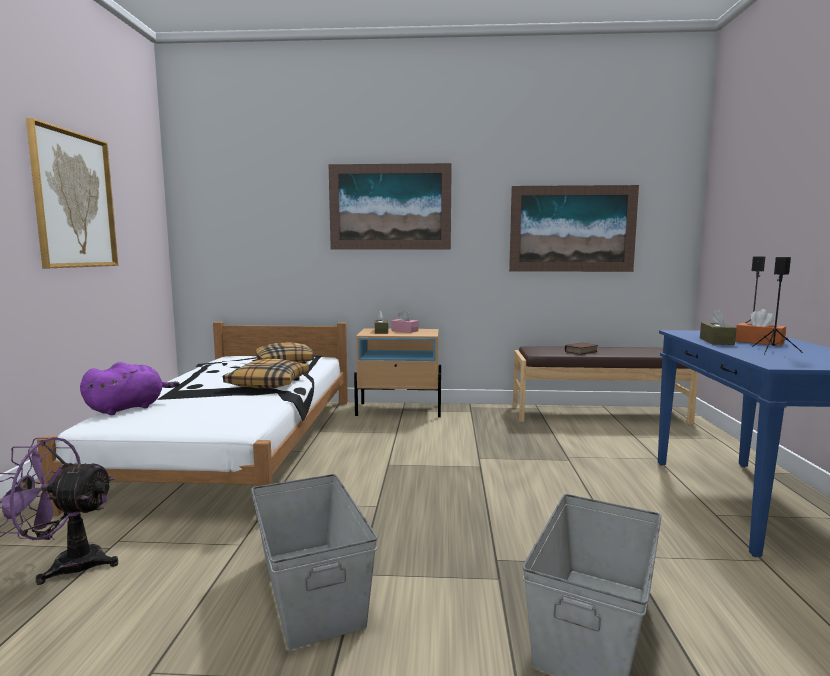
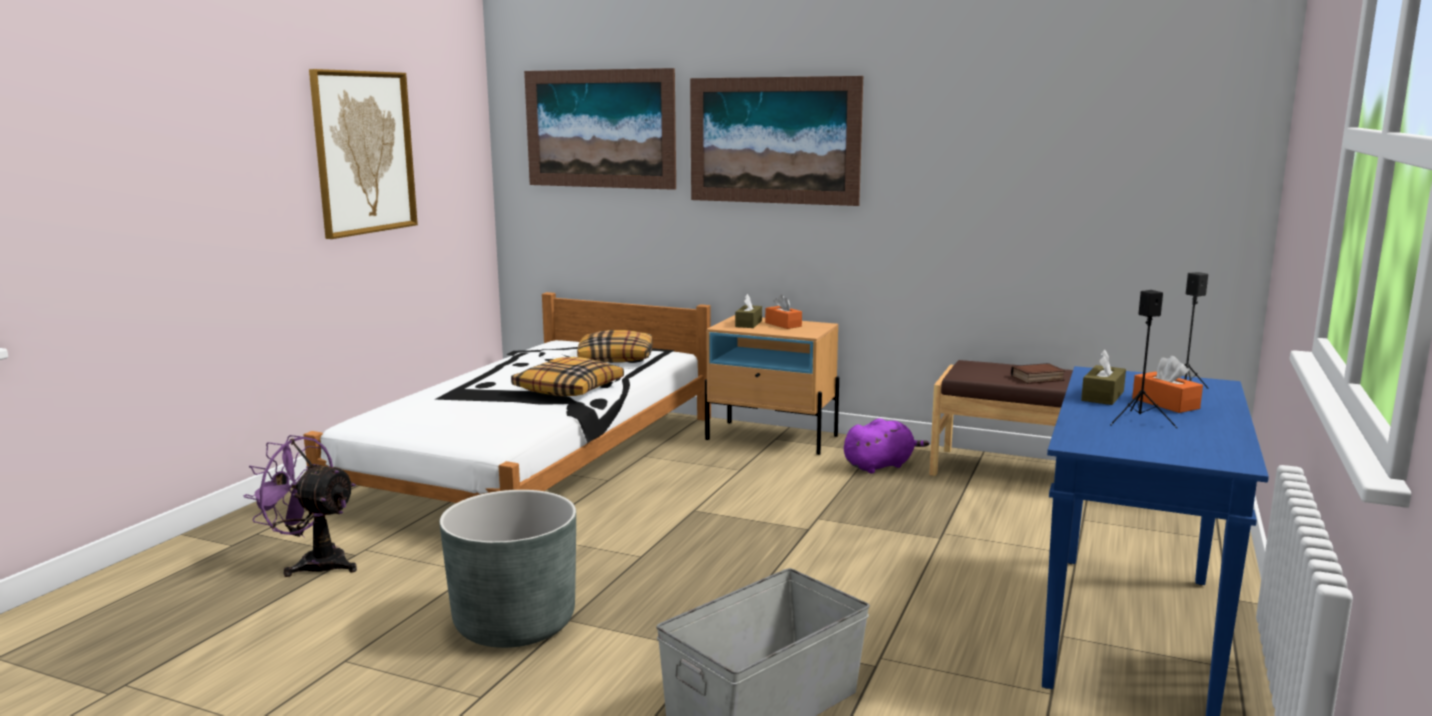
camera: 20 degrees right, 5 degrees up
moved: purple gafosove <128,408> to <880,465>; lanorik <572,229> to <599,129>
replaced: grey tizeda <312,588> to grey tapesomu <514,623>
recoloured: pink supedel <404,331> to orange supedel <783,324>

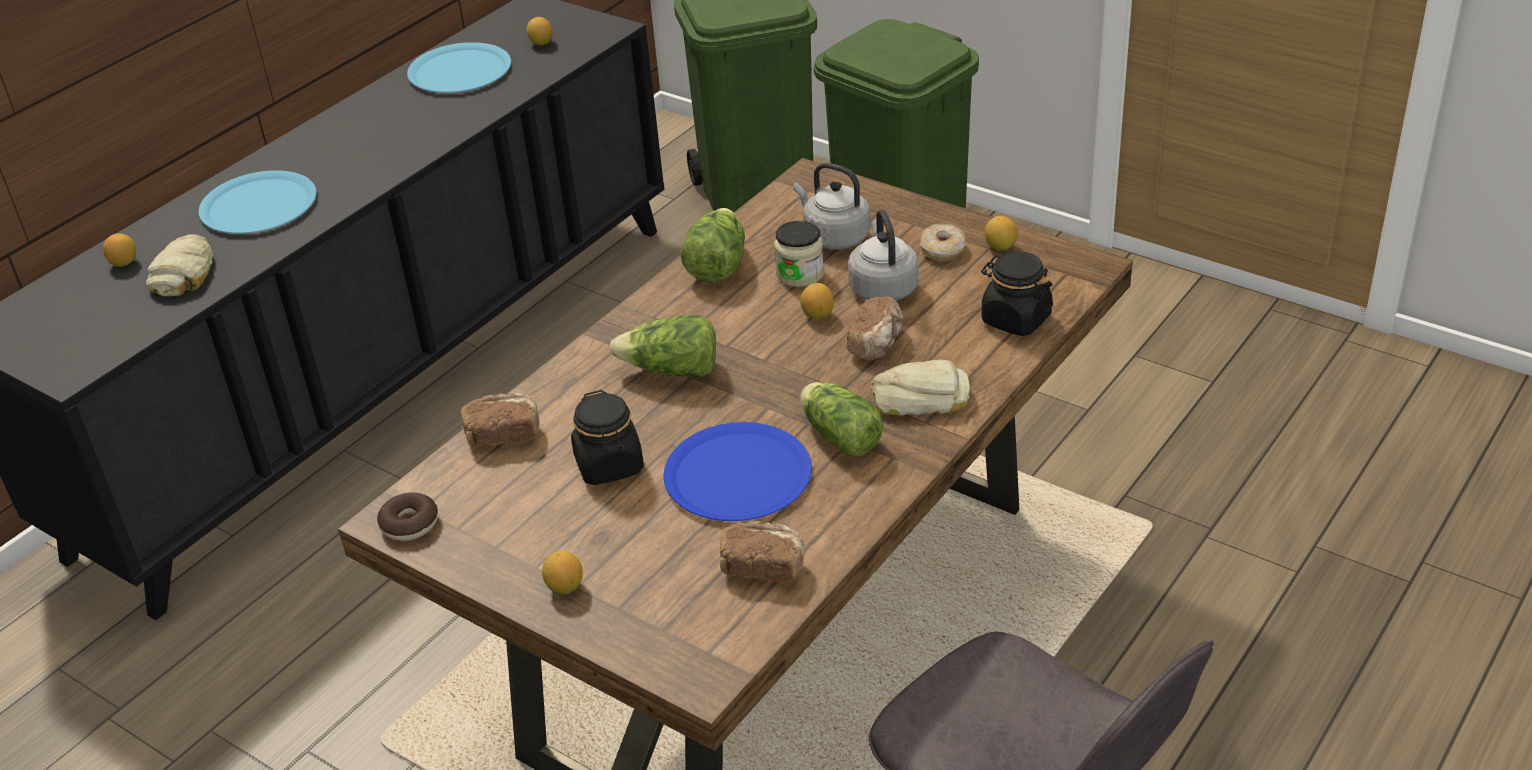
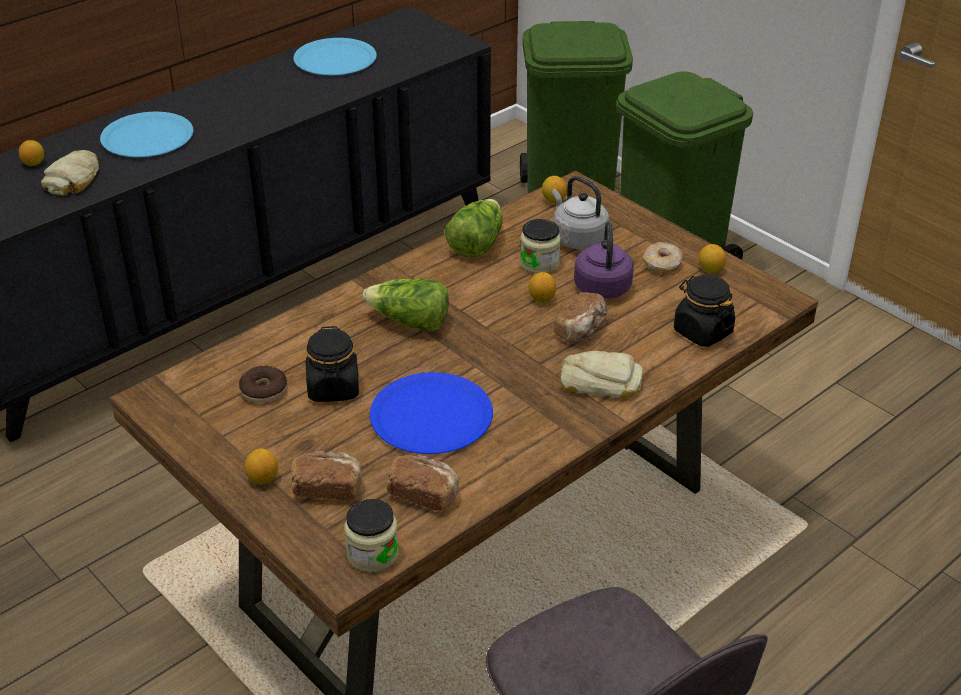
camera: 10 degrees right, 0 degrees up
removed: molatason <838,434>
added: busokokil <372,554>
moved: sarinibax <409,524> to <264,390>; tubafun <503,434> to <327,488>; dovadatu <541,43> to <554,200>
recoloured: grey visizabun <882,287> to purple visizabun <602,286>

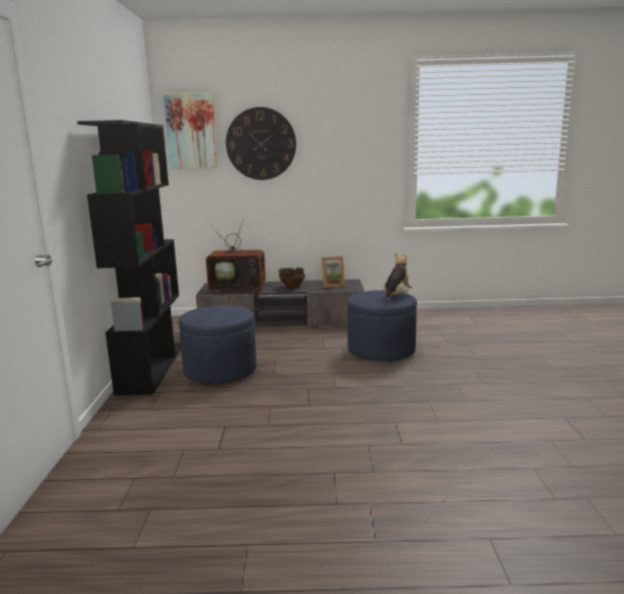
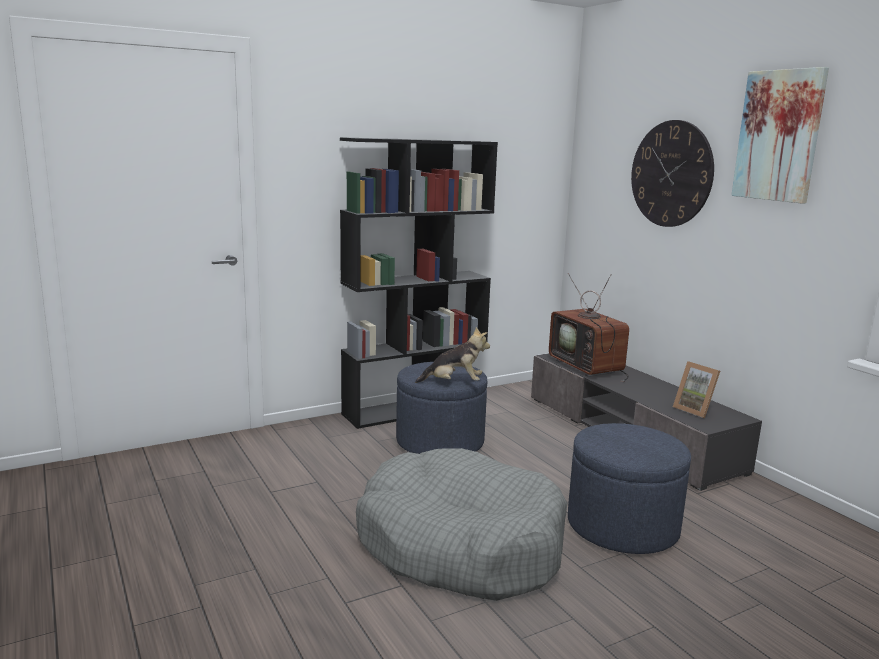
camera: 60 degrees right, 0 degrees up
removed: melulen <292,286>
added: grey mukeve <460,544>
moved: lanorik <191,131> to <779,136>; gafosove <396,296> to <454,383>

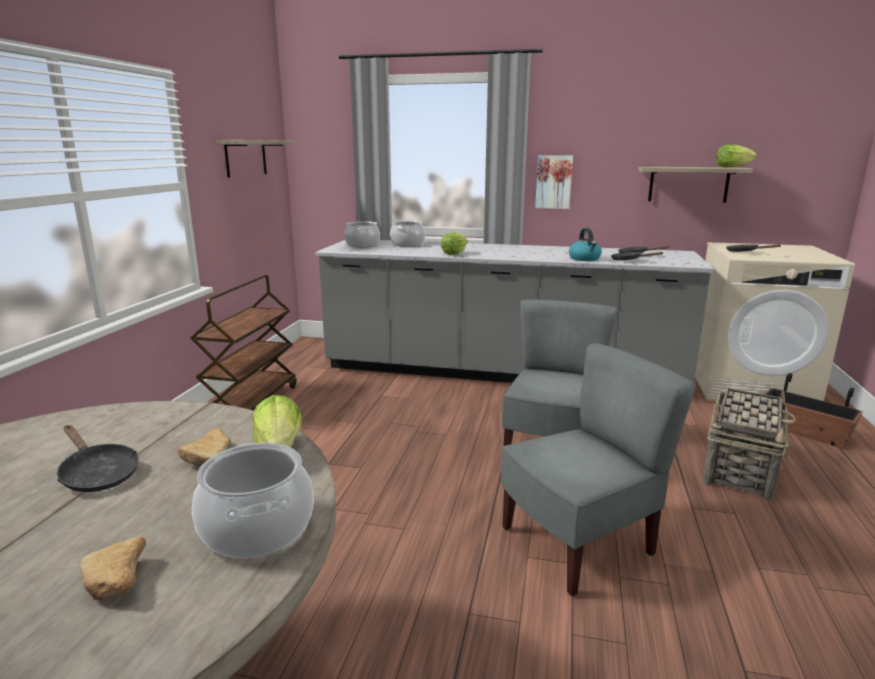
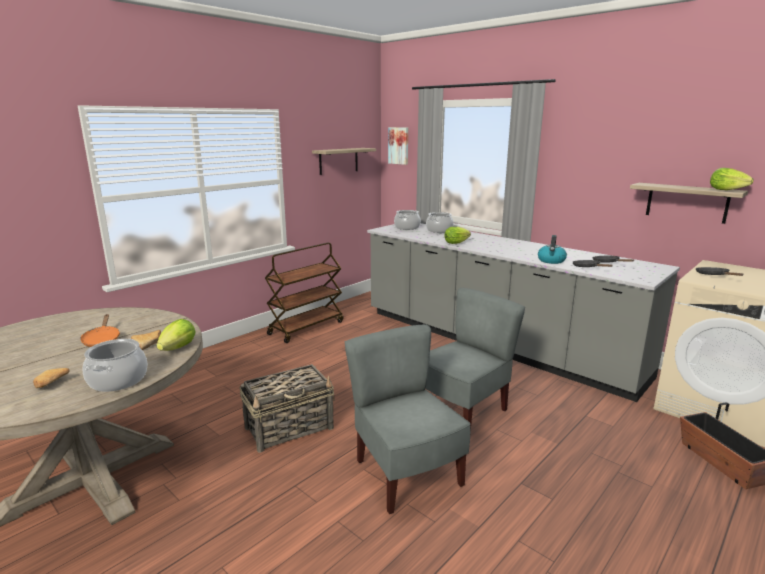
camera: 30 degrees right, 0 degrees up
moved: lanorik <554,182> to <399,145>; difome <740,468> to <290,428>
recoloured: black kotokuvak <97,474> to orange kotokuvak <102,340>
turned: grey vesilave <579,543> = <406,474> 120 degrees counterclockwise

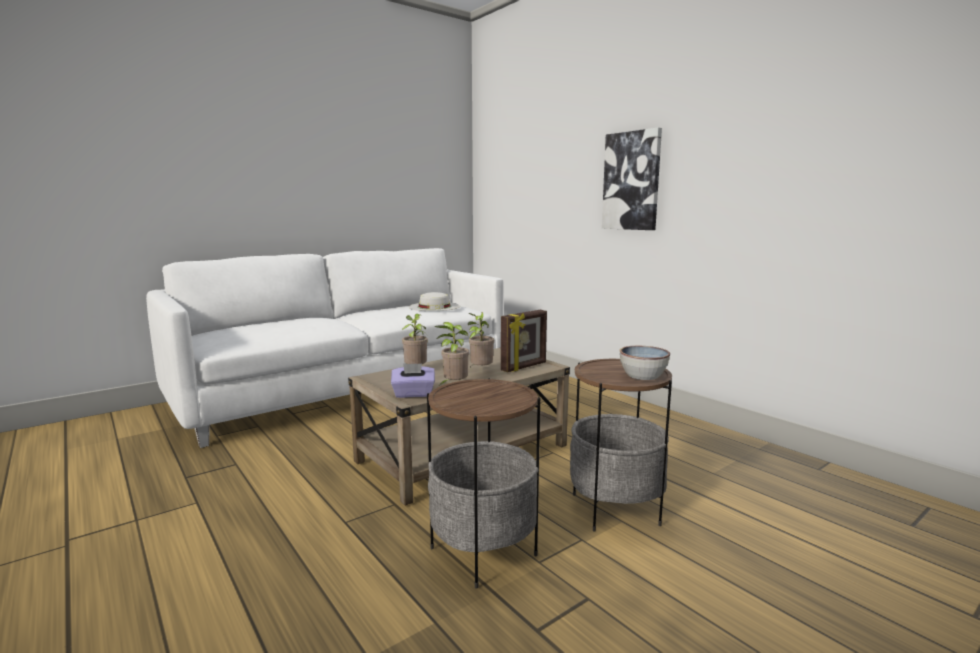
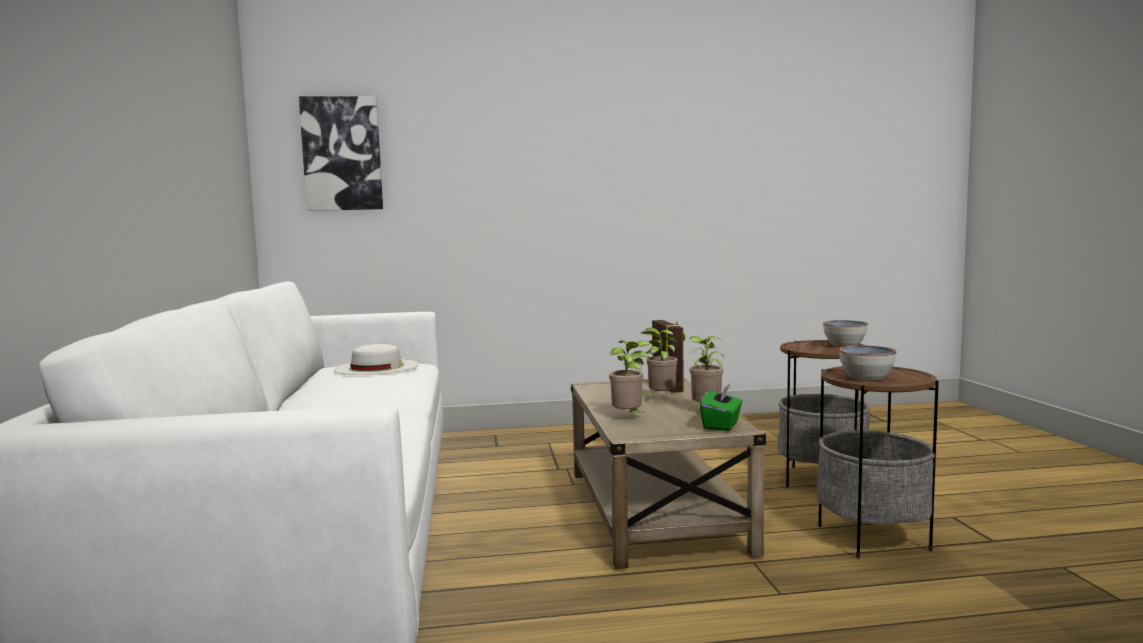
camera: 60 degrees left, 5 degrees down
added: melulen <866,377>
moved: lanorik <632,181> to <342,154>
recoloured: purple supedel <413,394> to green supedel <722,425>

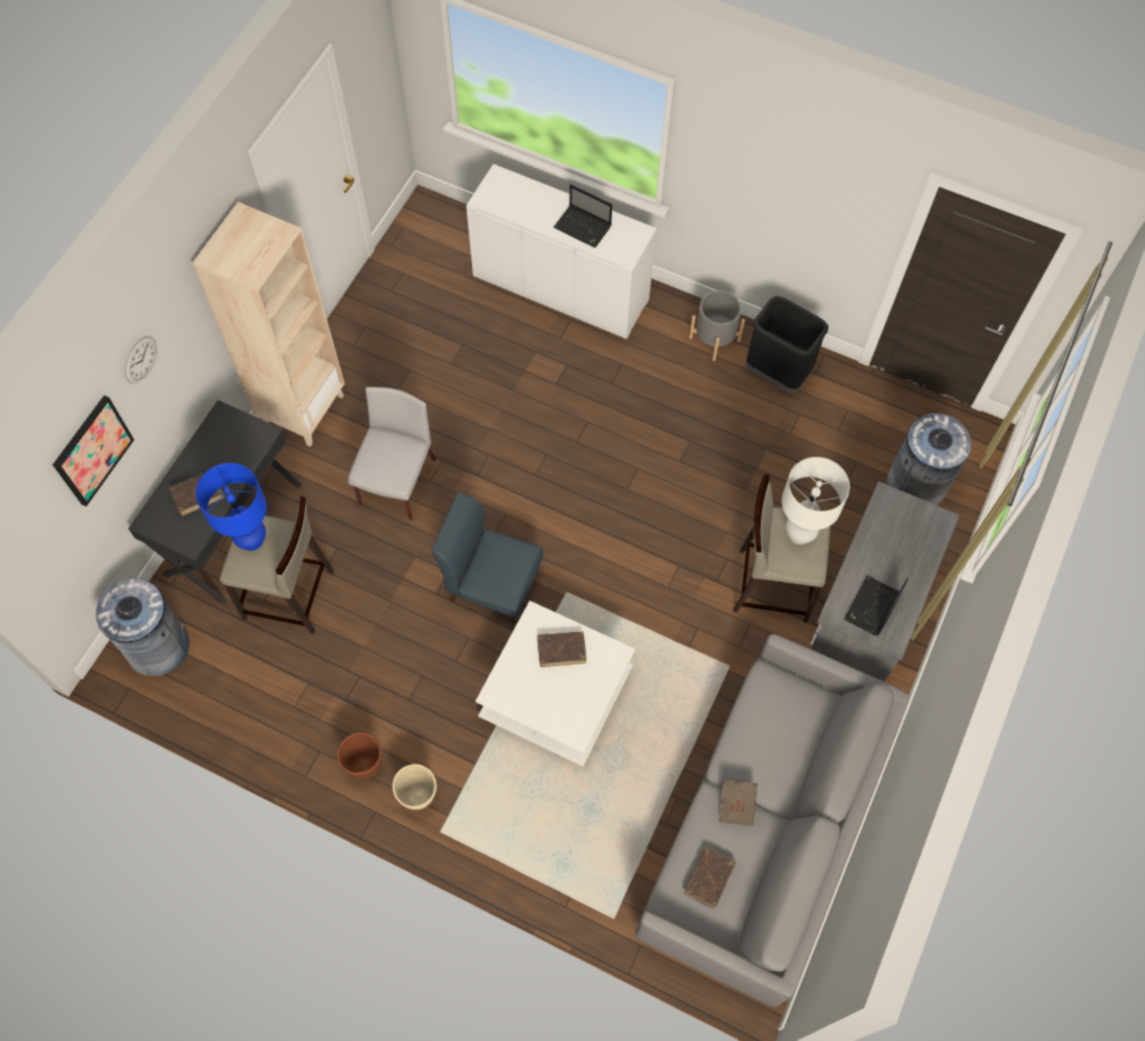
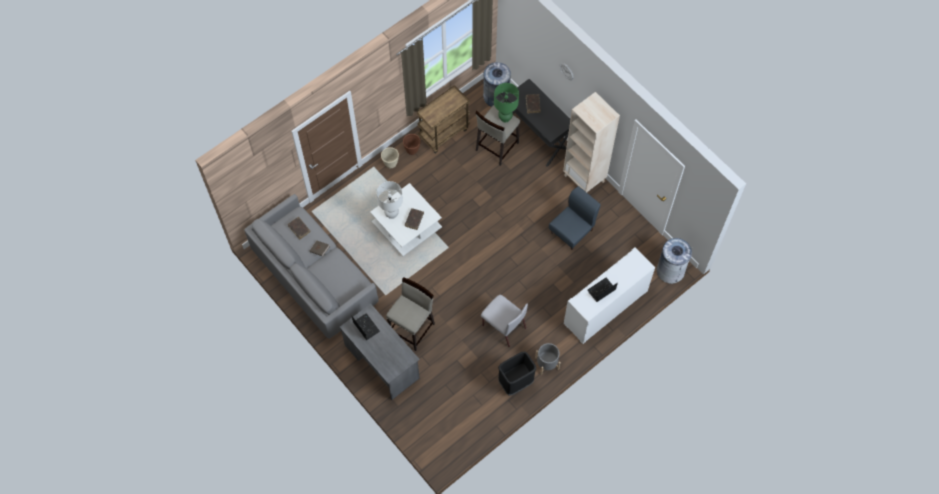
camera: 115 degrees right, 0 degrees up
removed: lanorik <92,450>
added: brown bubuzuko <444,132>
moved: grey vesilave <397,484> to <503,326>; blue vesilave <492,583> to <572,231>; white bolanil <799,534> to <391,214>; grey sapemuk <915,486> to <670,270>
recoloured: blue bolanil <251,540> to green bolanil <505,118>

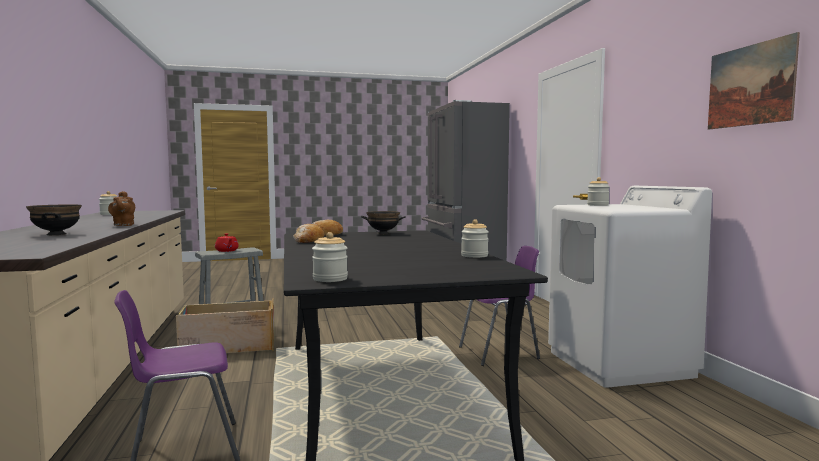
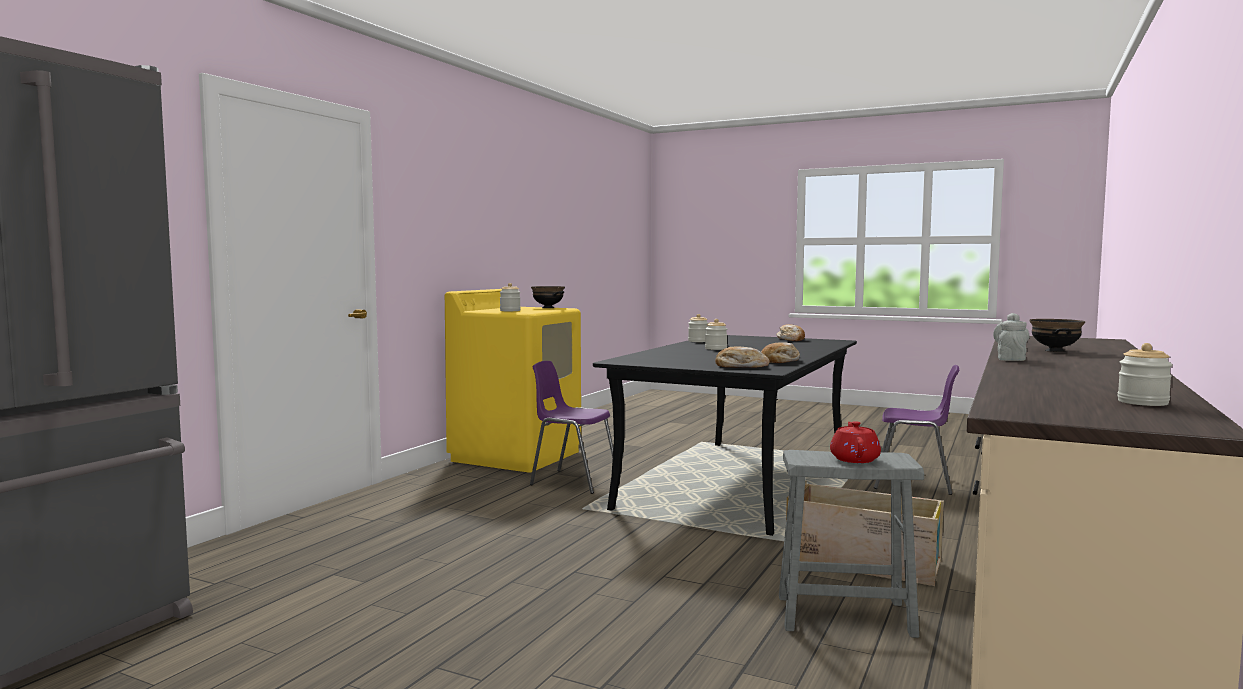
camera: 140 degrees left, 0 degrees up
removed: lanorik <750,85>
added: tubafun <791,339>
moved: busokokil <330,279> to <716,348>; black melulen <383,233> to <548,308>
recoloured: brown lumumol <123,225> to grey lumumol <1010,359>; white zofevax <620,364> to yellow zofevax <516,456>

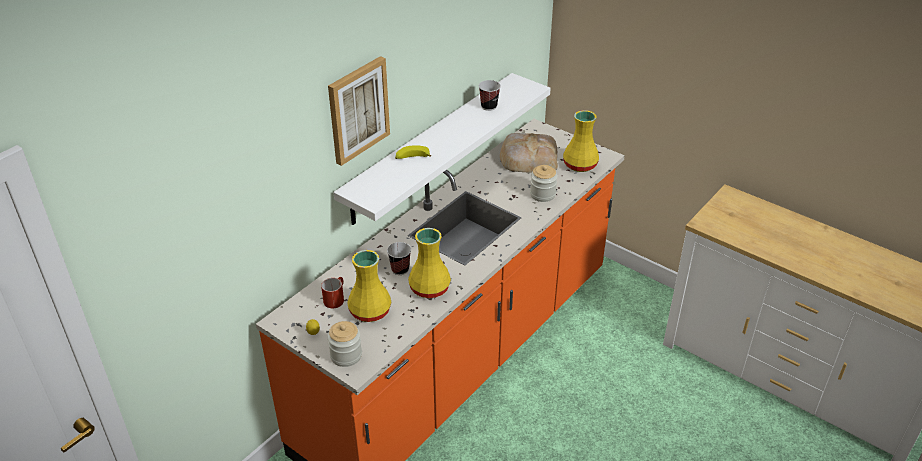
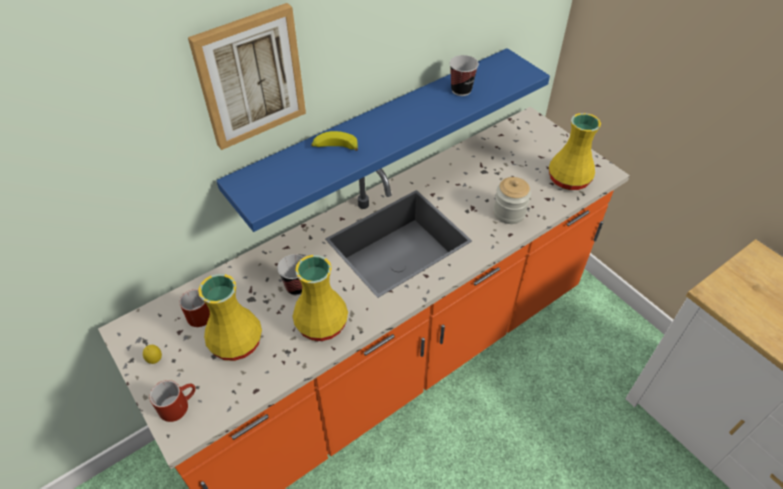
camera: 15 degrees right, 10 degrees up
removed: tubafun <528,157>
replaced: busokokil <346,355> to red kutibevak <179,404>
recoloured: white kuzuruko <431,147> to blue kuzuruko <378,131>

